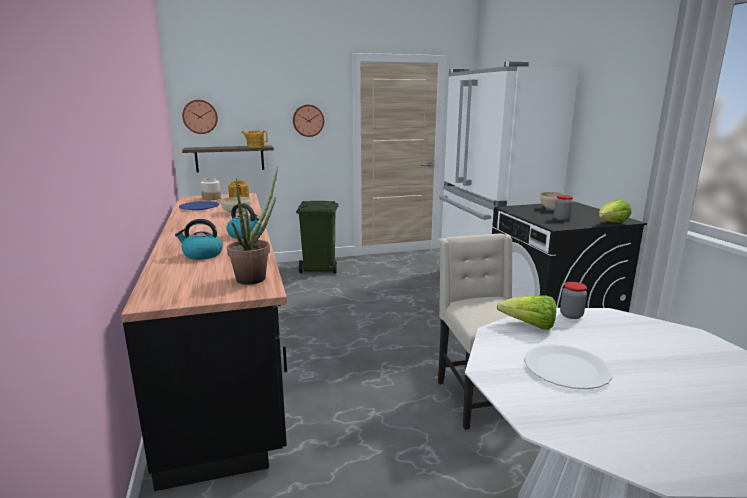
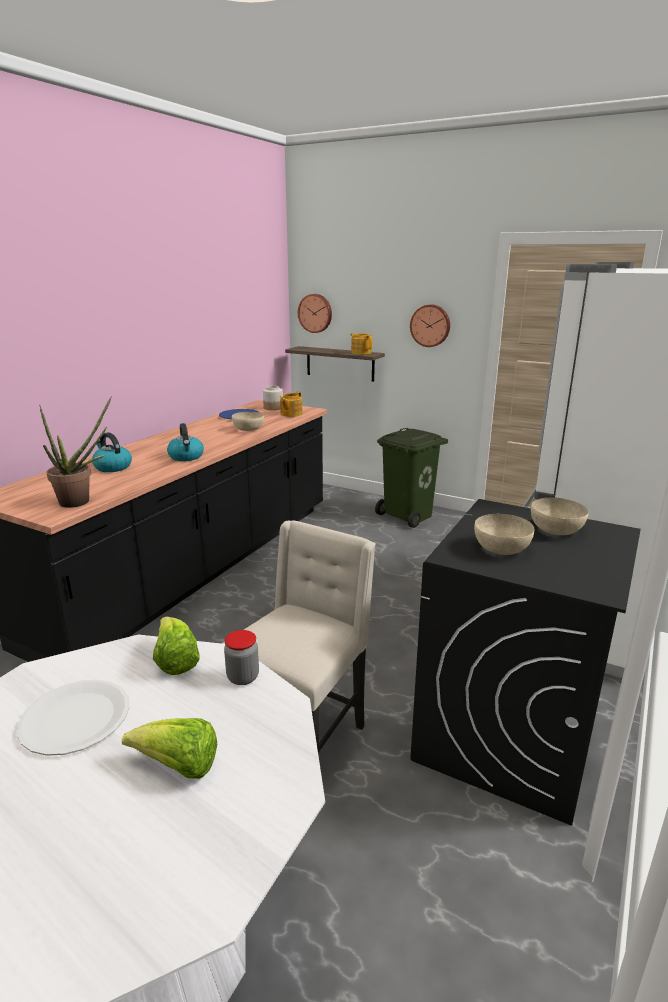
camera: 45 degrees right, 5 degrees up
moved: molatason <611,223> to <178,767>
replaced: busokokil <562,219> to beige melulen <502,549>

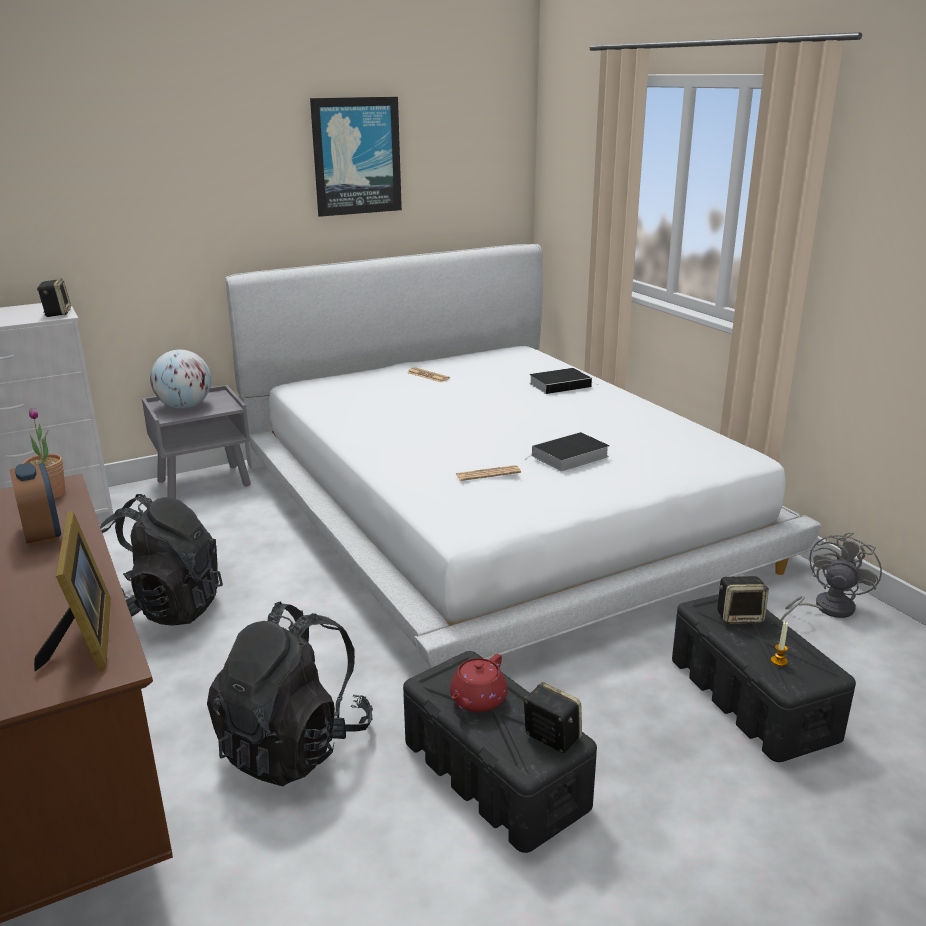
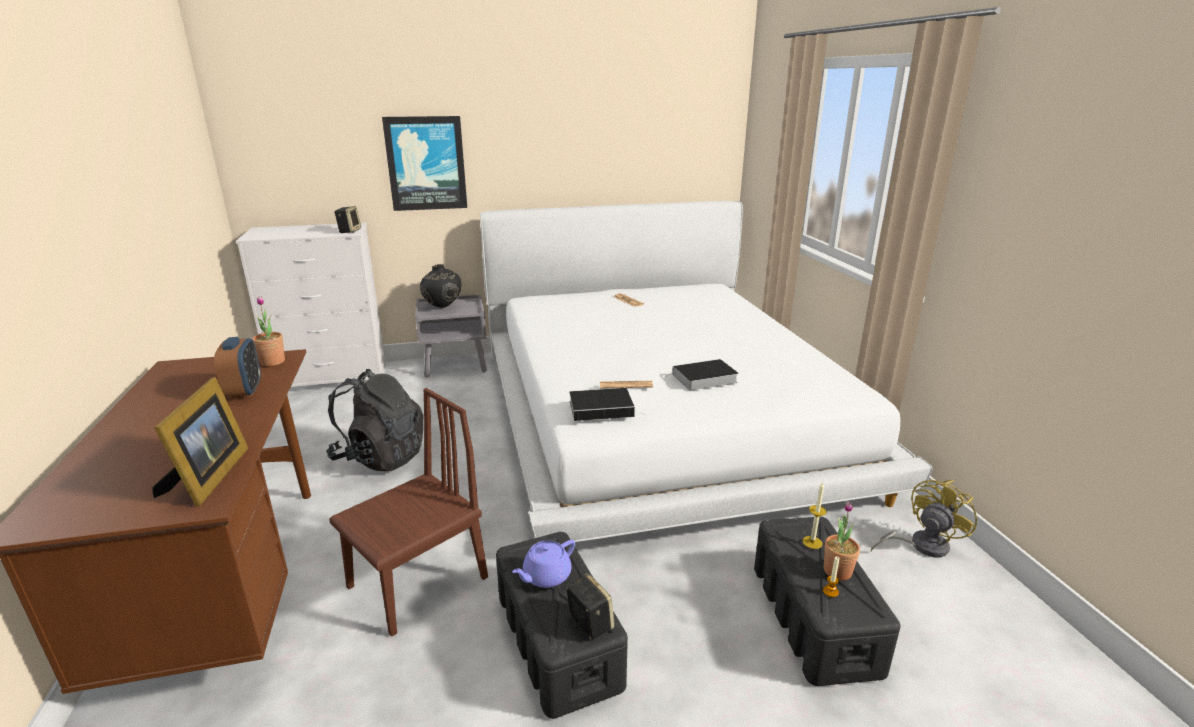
camera: 15 degrees right, 0 degrees up
added: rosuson <837,571>
moved: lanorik <356,156> to <426,163>; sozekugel <561,384> to <603,408>
replaced: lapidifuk <184,406> to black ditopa <442,307>; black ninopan <294,745> to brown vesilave <417,582>; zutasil <740,617> to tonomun <812,542>
recoloured: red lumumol <477,700> to purple lumumol <546,576>; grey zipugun <825,608> to yellow zipugun <920,545>

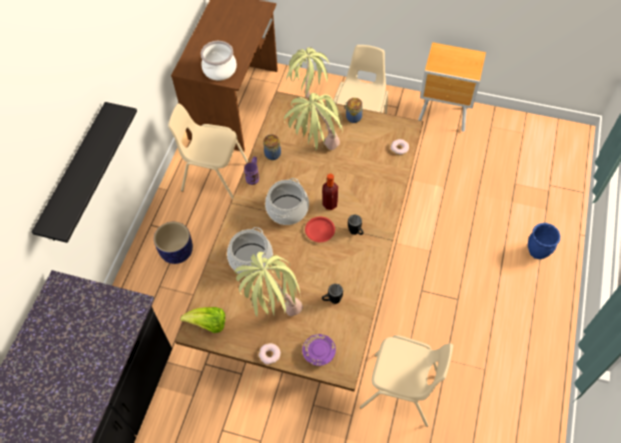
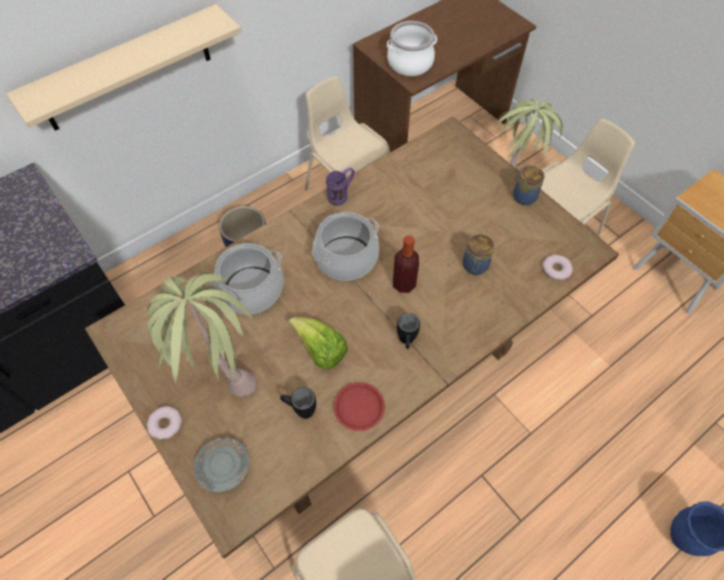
camera: 35 degrees right, 0 degrees up
removed: rosuson <315,152>
moved: molatason <208,324> to <320,350>; busokokil <273,155> to <475,266>; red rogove <319,230> to <359,407>
recoloured: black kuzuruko <76,175> to beige kuzuruko <126,70>; purple rogove <318,352> to grey rogove <223,467>

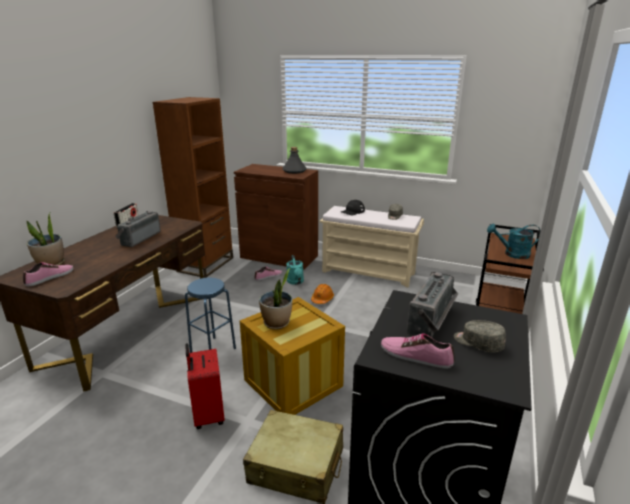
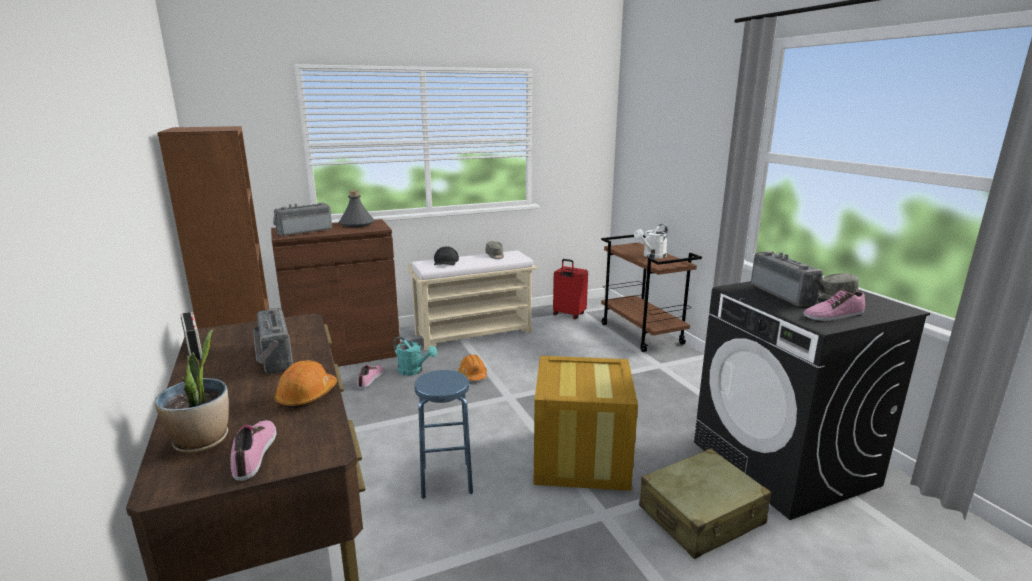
camera: 45 degrees left, 5 degrees down
removed: rosuson <277,323>
added: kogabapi <304,231>; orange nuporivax <307,395>
moved: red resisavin <207,415> to <568,315>
recoloured: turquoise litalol <512,254> to white litalol <652,256>

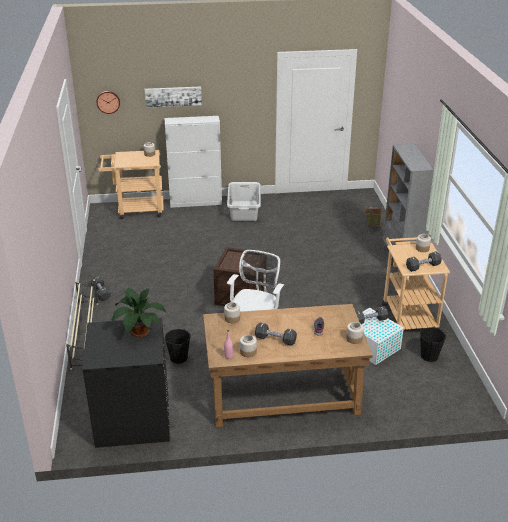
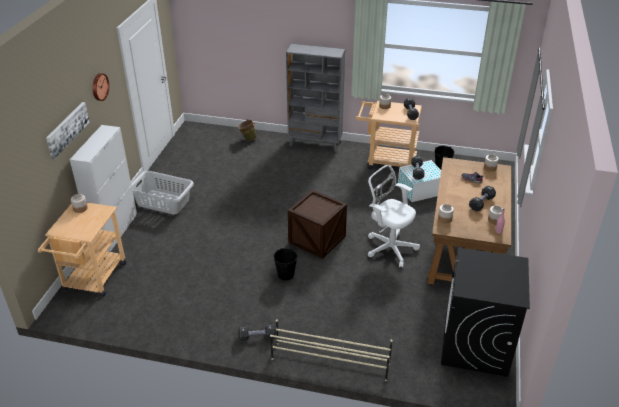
camera: 70 degrees left, 5 degrees up
removed: rosuson <138,331>
moved: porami <108,101> to <99,86>; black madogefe <178,357> to <285,274>

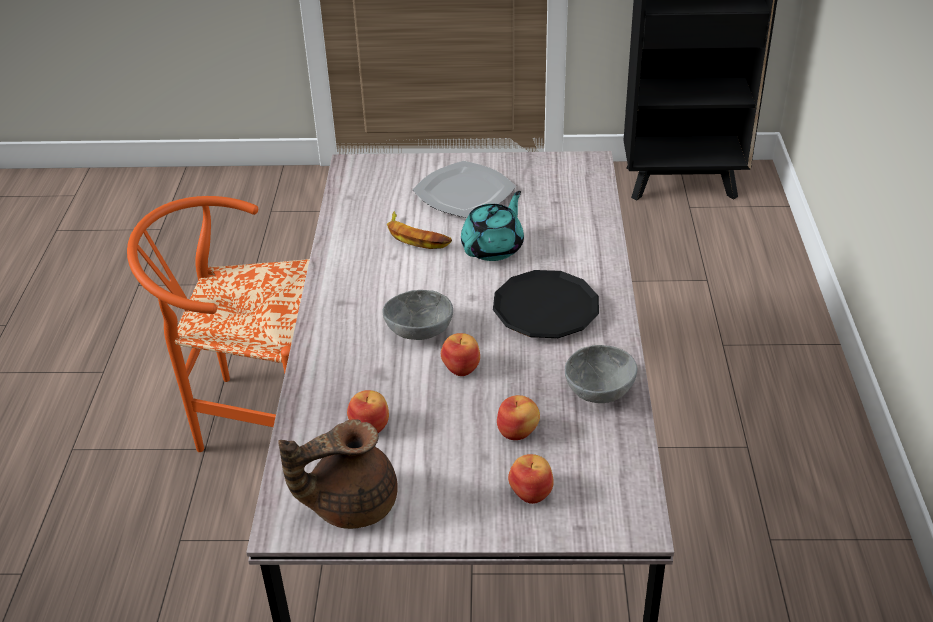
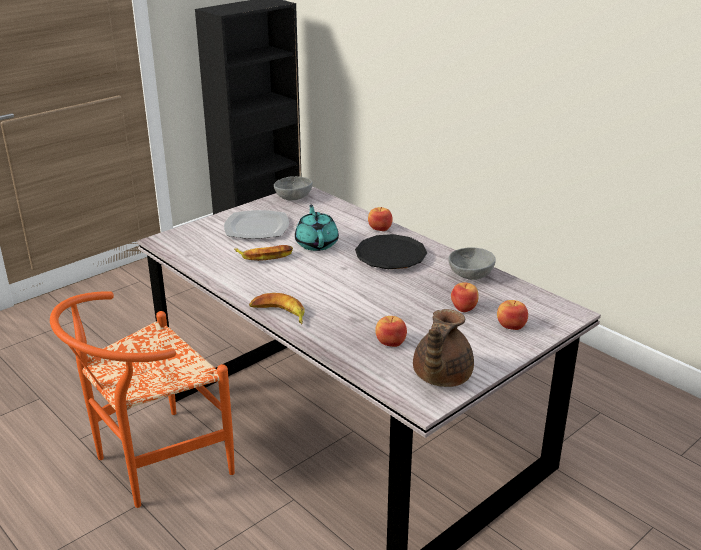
camera: 45 degrees left, 10 degrees down
added: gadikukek <279,314>
moved: grey melulen <418,329> to <292,197>; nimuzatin <462,367> to <380,228>

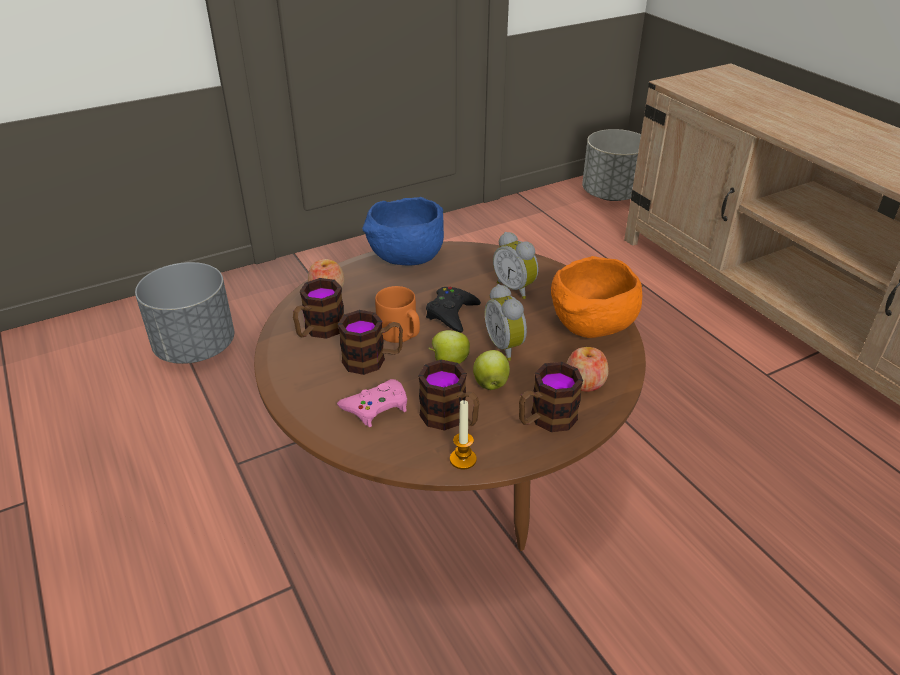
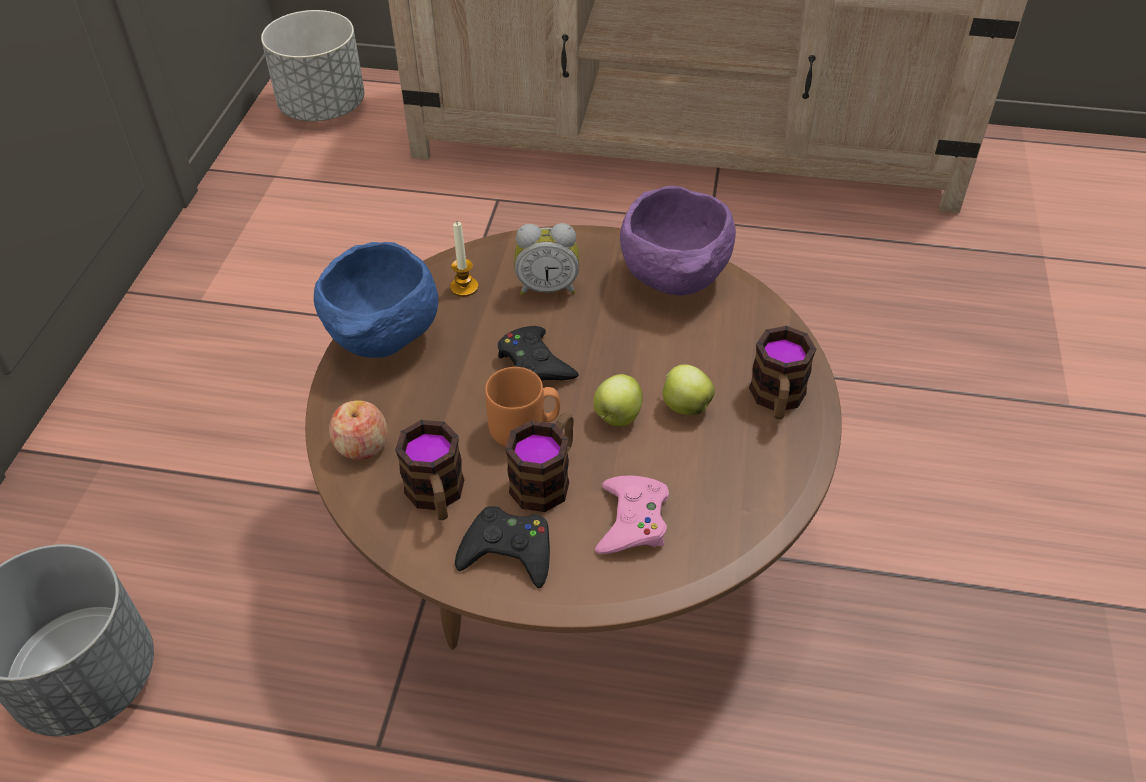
camera: 50 degrees left, 10 degrees up
removed: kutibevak <450,418>; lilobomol <506,347>; nimuzatin <585,382>
added: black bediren <508,552>
moved: tonomun <463,459> to <464,287>
recoloured: orange melulen <591,329> to purple melulen <676,280>

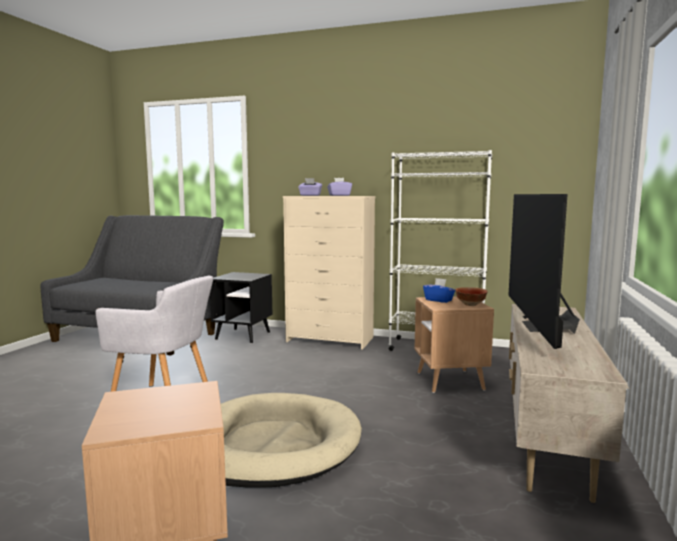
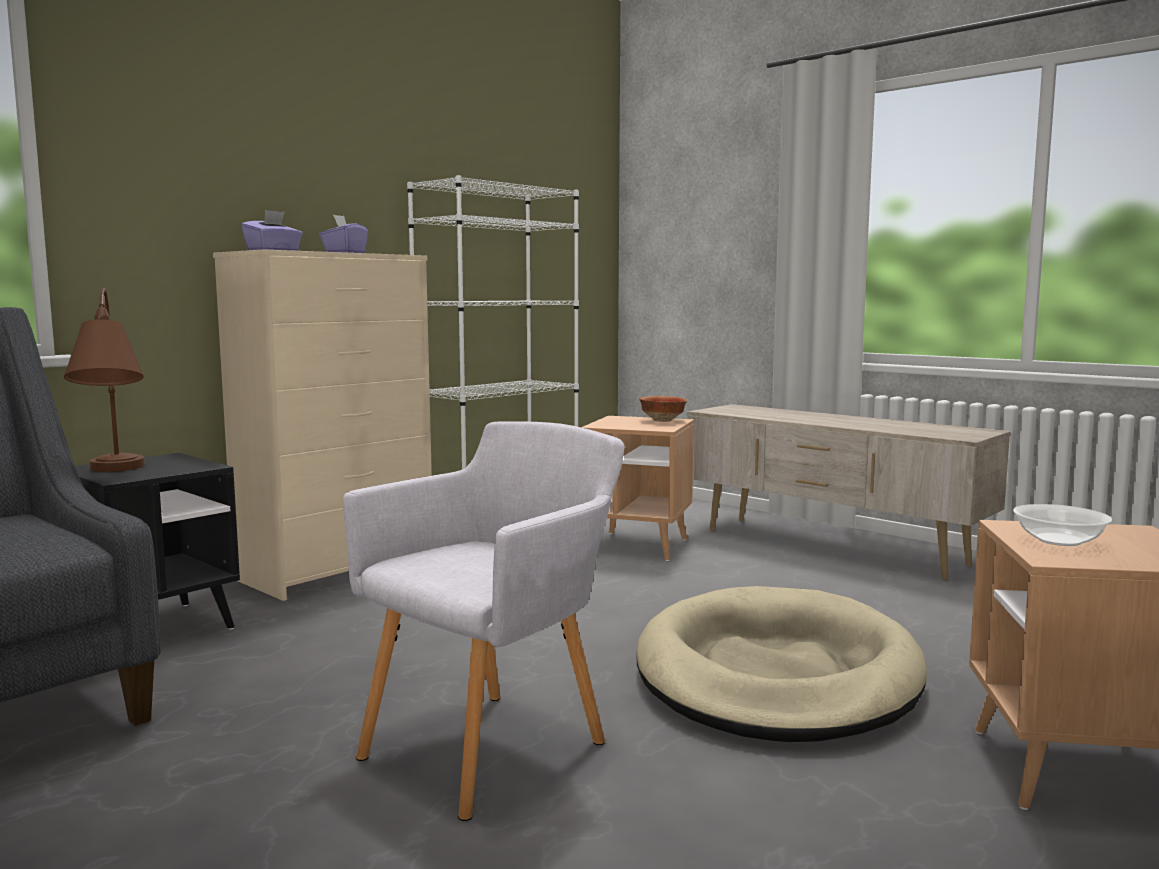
camera: 65 degrees left, 0 degrees up
removed: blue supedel <438,300>; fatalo <540,327>
added: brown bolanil <113,473>; melulen <1058,540>

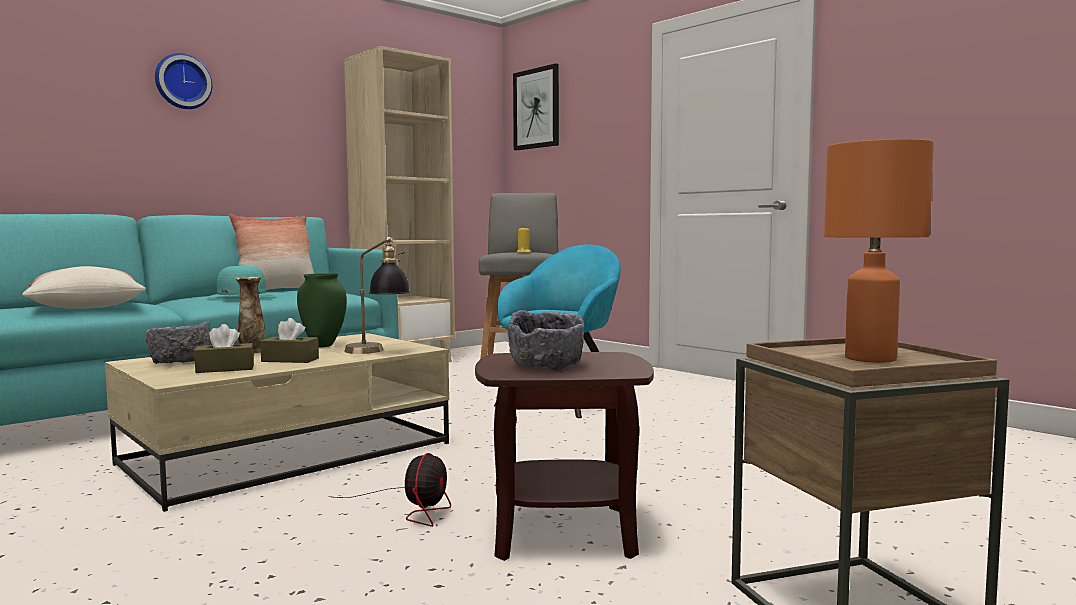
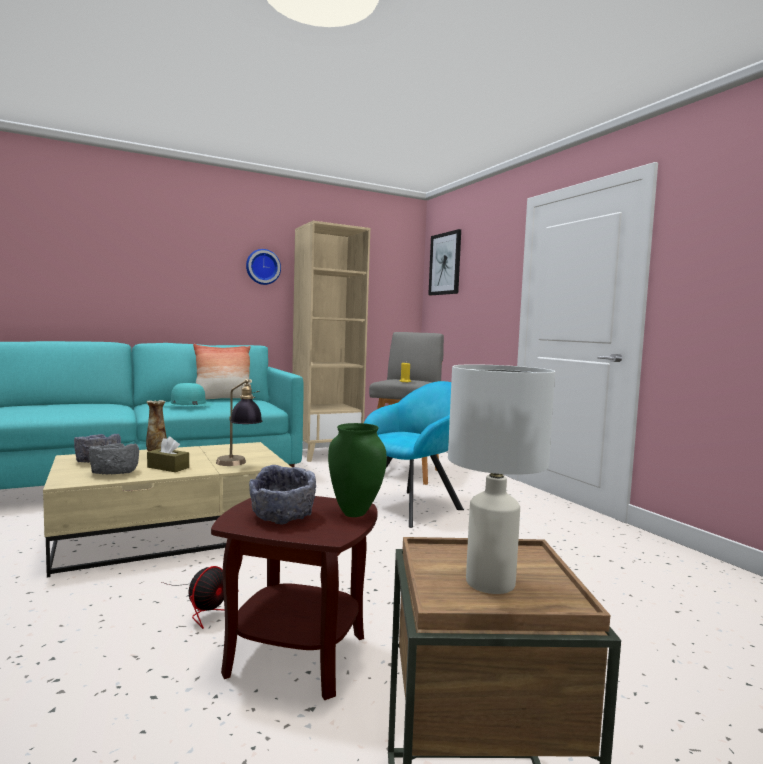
camera: 15 degrees right, 0 degrees up
removed: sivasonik <85,307>
moved: porami <182,82> to <262,267>; green ditopa <322,346> to <354,513>
replaced: brown supedel <225,369> to grey melulen <114,472>
recoloured: orange bolanil <871,359> to white bolanil <490,583>

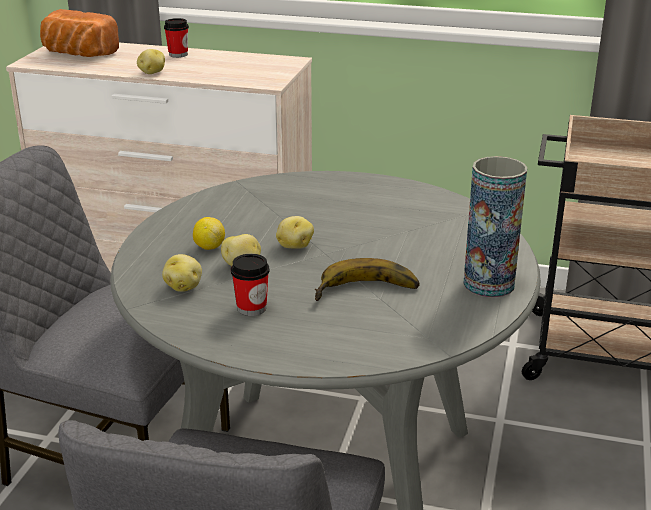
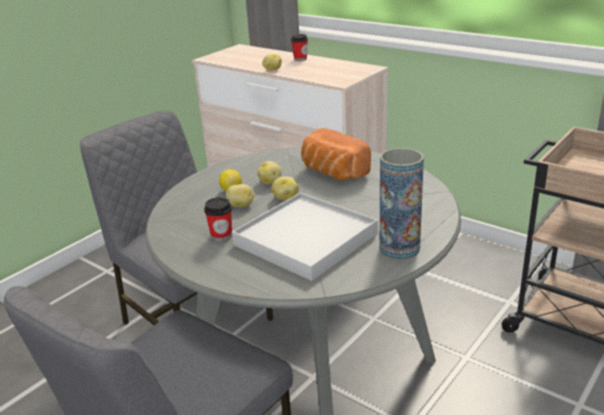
camera: 25 degrees right, 0 degrees up
moved: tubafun <77,54> to <332,172>; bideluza <184,287> to <270,182>
replaced: gadikukek <367,293> to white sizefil <305,239>

